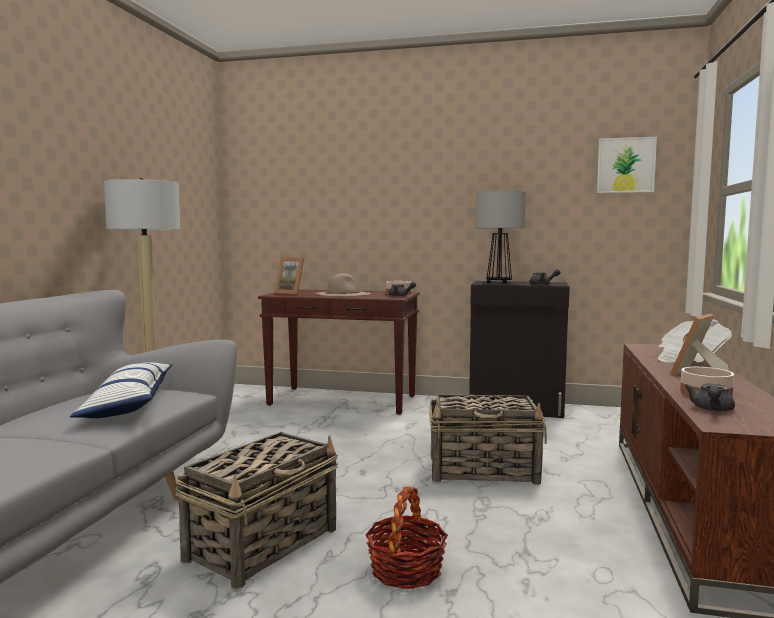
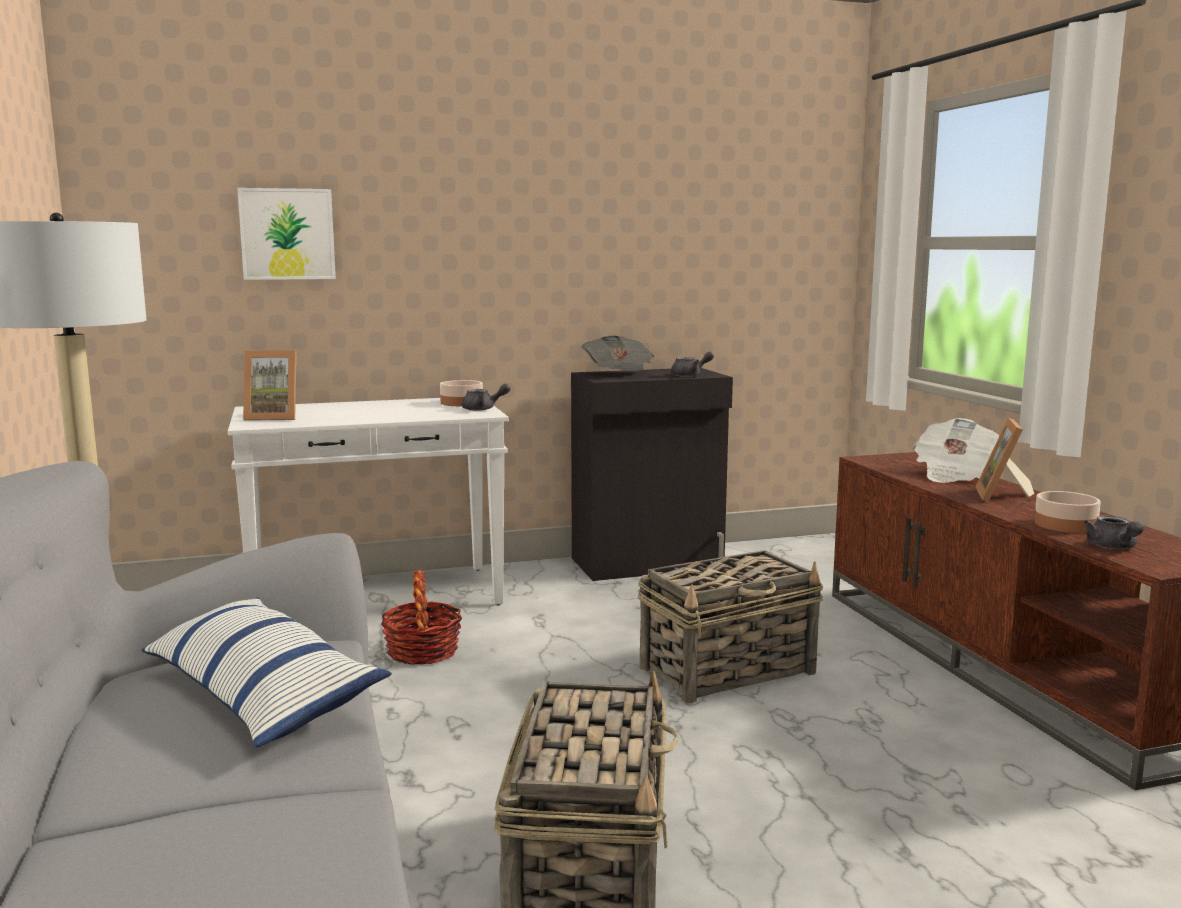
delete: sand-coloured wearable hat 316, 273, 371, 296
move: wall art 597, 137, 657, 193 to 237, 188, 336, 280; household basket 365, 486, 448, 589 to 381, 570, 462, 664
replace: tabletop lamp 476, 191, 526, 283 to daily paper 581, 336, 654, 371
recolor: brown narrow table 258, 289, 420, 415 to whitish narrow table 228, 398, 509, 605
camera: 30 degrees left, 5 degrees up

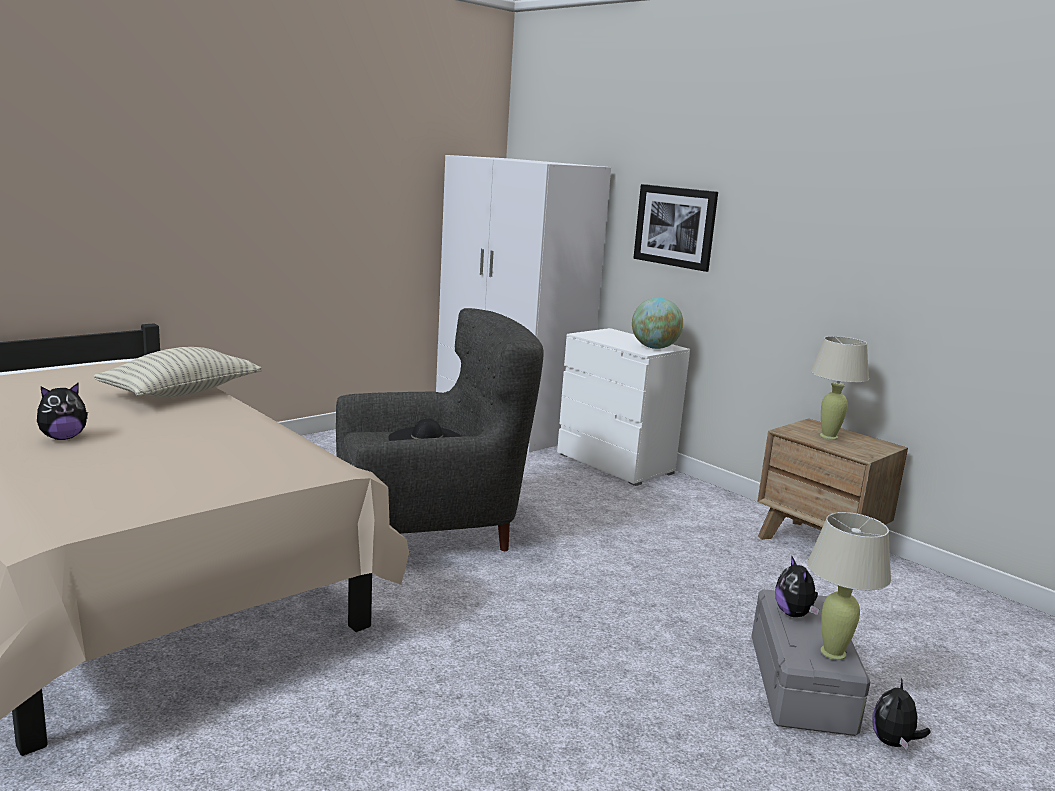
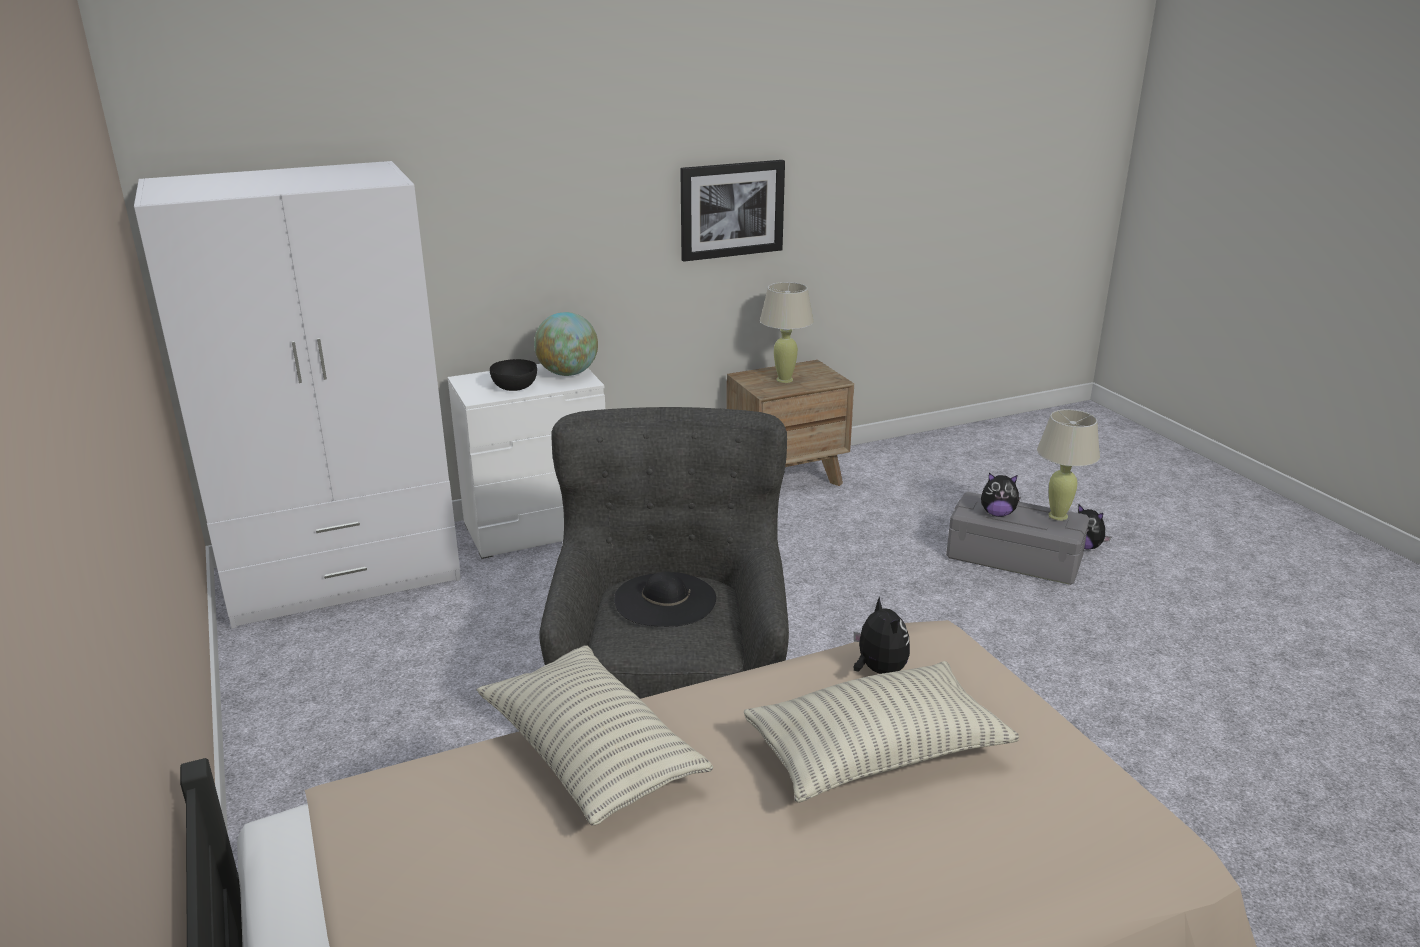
insert: black deep dish 490, 359, 537, 391; throw pillow 744, 661, 1019, 803
move: wall art 633, 184, 718, 272 to 680, 160, 785, 262; plush toy 37, 383, 88, 440 to 854, 596, 910, 674
camera: 70 degrees left, 10 degrees up

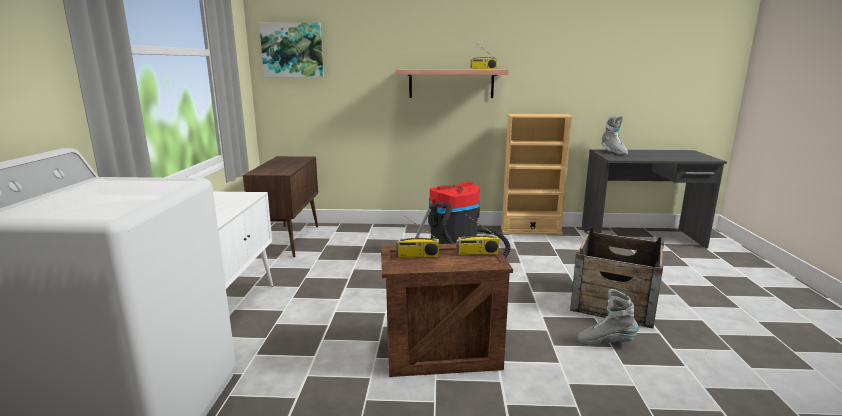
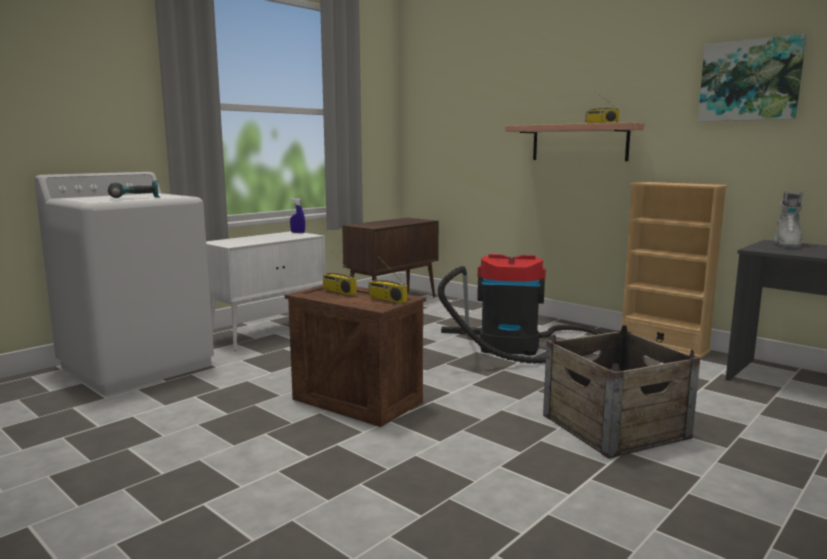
delete: grey high-top boot 577, 289, 639, 345
insert: power drill 108, 180, 160, 198; blue-coloured hand sprayer 290, 198, 305, 233
move: wall art 259, 23, 324, 77 to 698, 34, 806, 122
camera: 40 degrees right, 5 degrees down

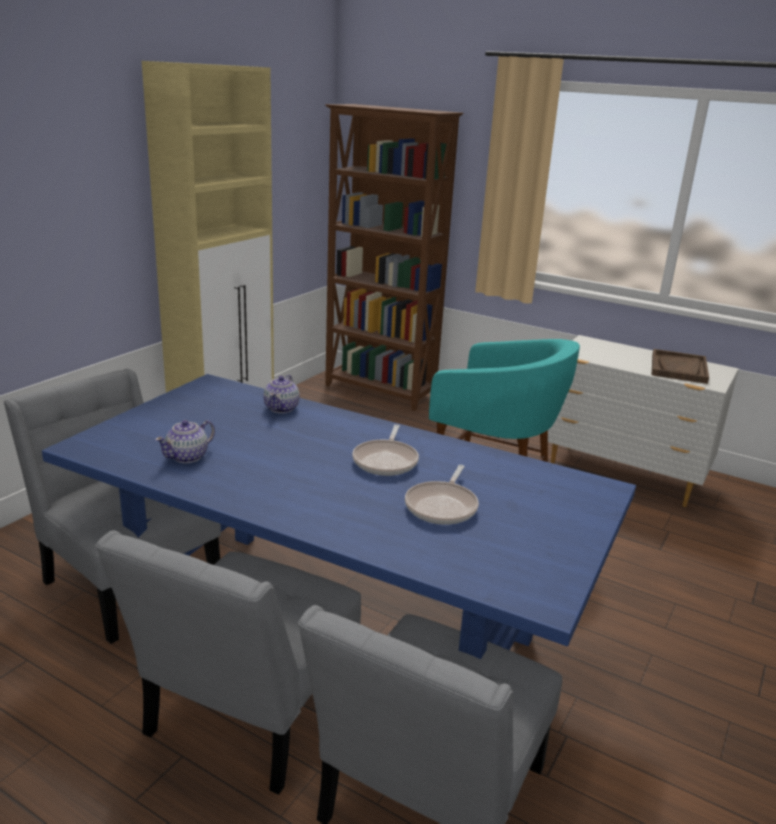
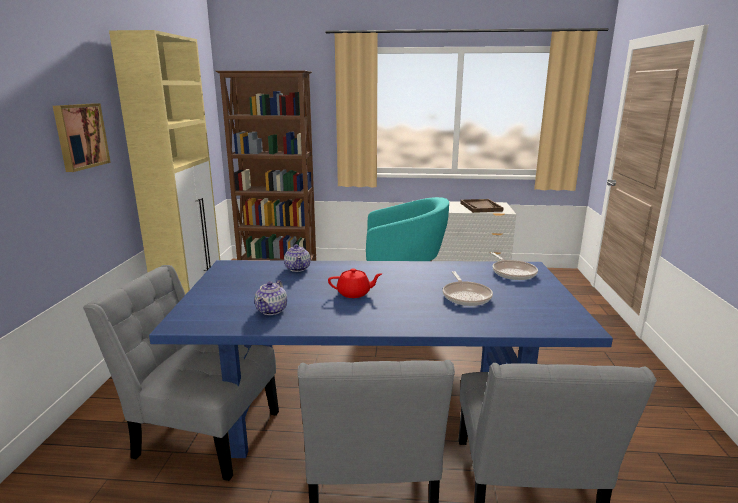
insert: wall art 53, 103, 111, 172; reddish tea pot 328, 268, 382, 298
move: skillet 352, 425, 419, 476 to 490, 252, 538, 280
camera: 25 degrees left, 5 degrees down

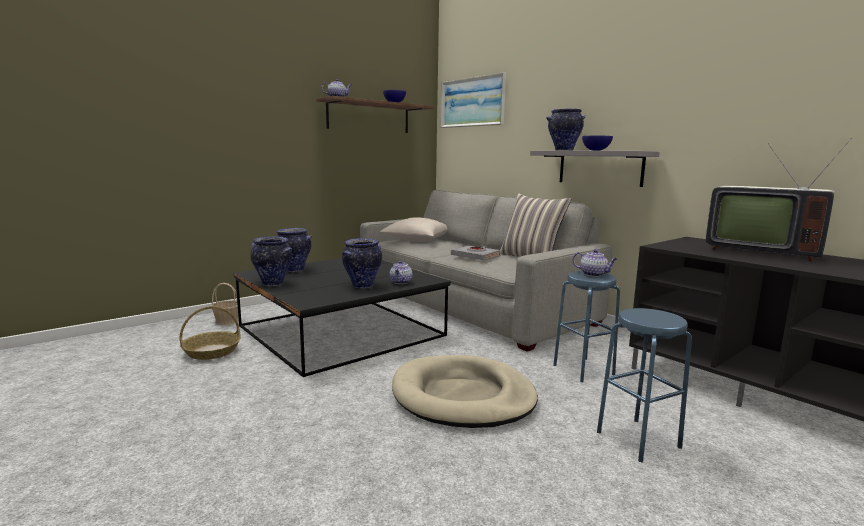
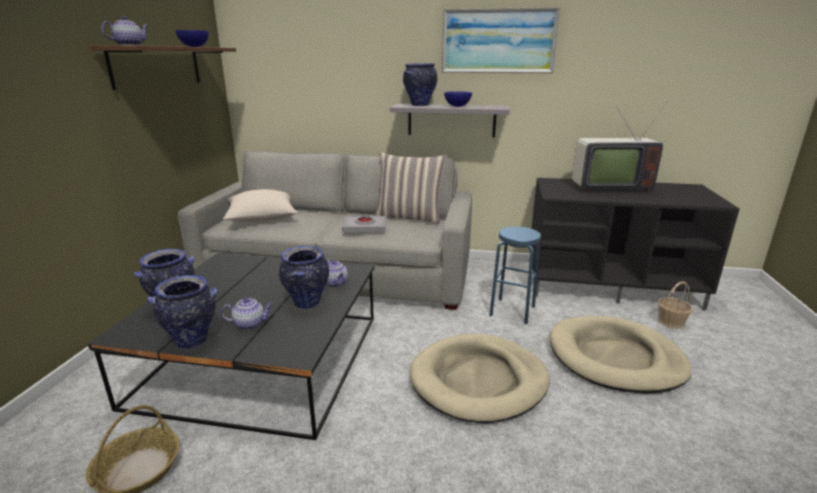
move: tea pot 573, 249, 618, 277 to 221, 298, 273, 330; wall art 440, 72, 506, 128 to 442, 7, 560, 73; household basket 211, 283, 239, 325 to 657, 281, 693, 329
replace: blue-coloured sitting stool 597, 308, 692, 463 to sand-coloured dog cushion 550, 316, 692, 394
camera: 40 degrees left, 10 degrees up

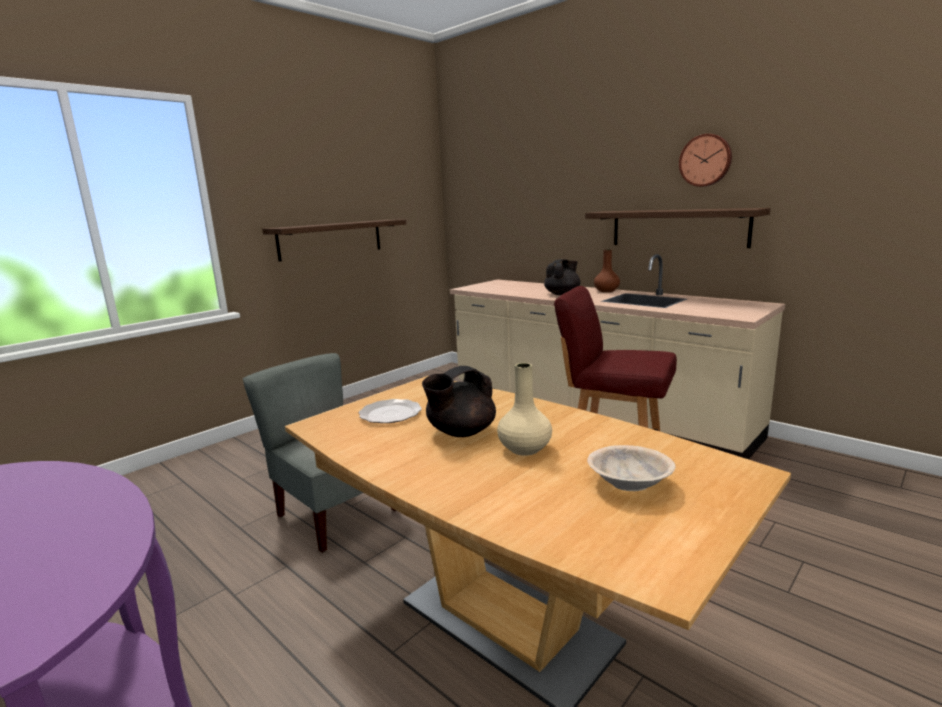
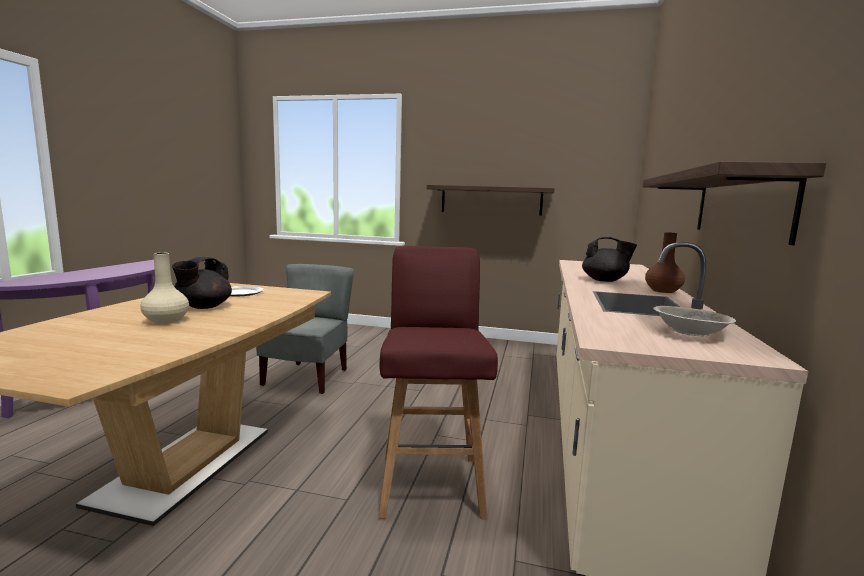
delete: wall clock 679, 134, 732, 187
move: sand-coloured deep dish 587, 445, 676, 491 to 653, 306, 736, 337
rotate: black tea pot 422, 366, 496, 437 = 172, 257, 232, 309 90 degrees counterclockwise
camera: 60 degrees right, 5 degrees down

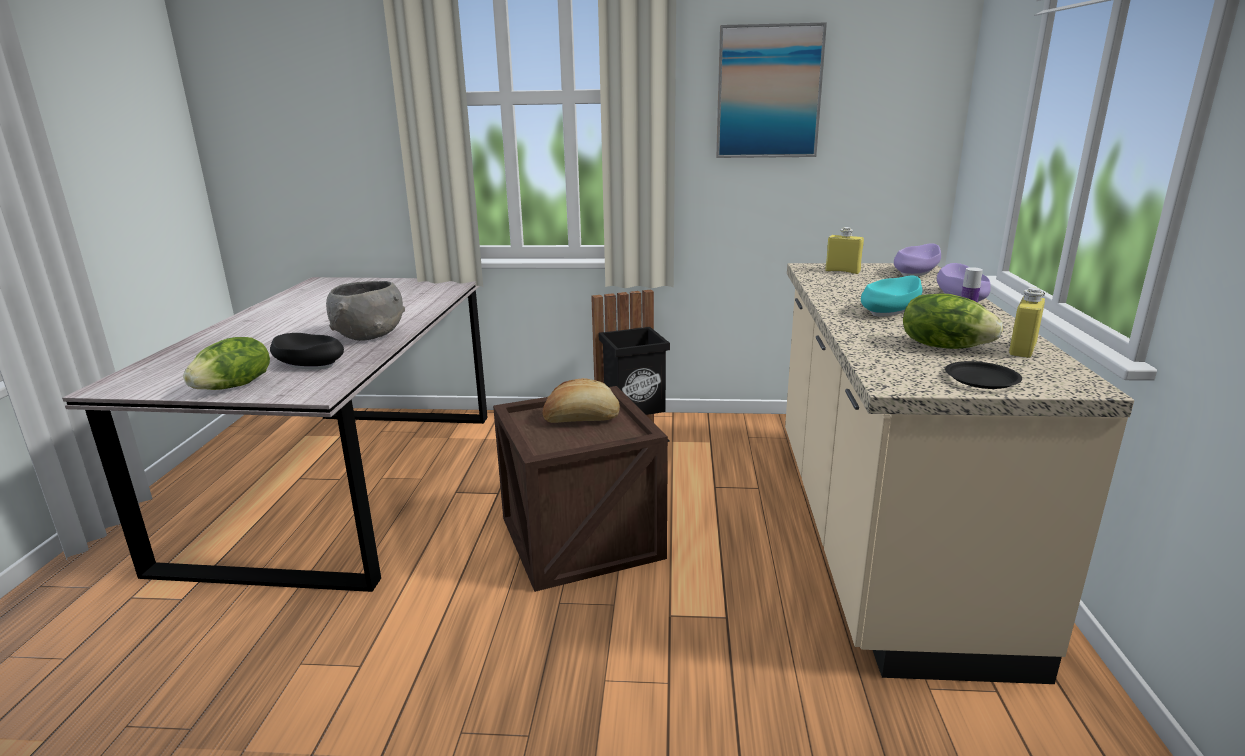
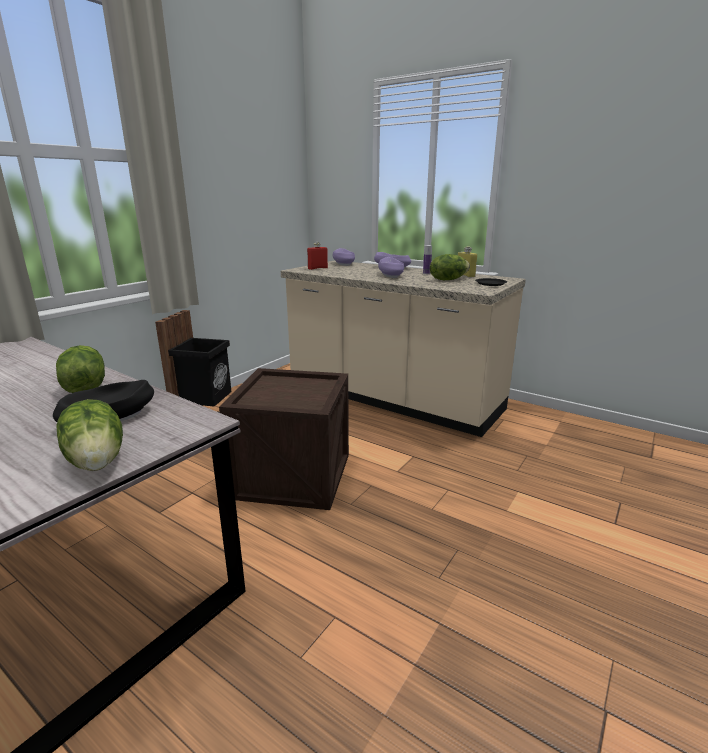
delete: bakery bread 543, 378, 620, 423; wall art 716, 22, 827, 158
replace: grey deep dish 326, 281, 405, 341 to lettuce 56, 345, 105, 393
recolor: yellowish drink bottle 825, 227, 864, 274 to reddish drink bottle 307, 242, 328, 270; turquoise deep dish 861, 276, 922, 316 to purple-coloured deep dish 378, 257, 404, 278
camera: 60 degrees left, 0 degrees up

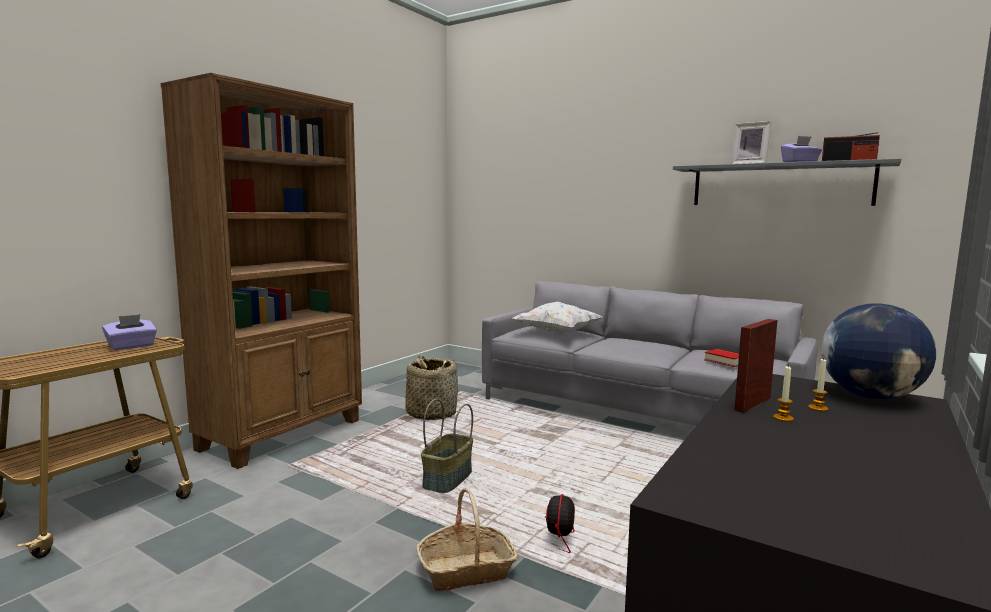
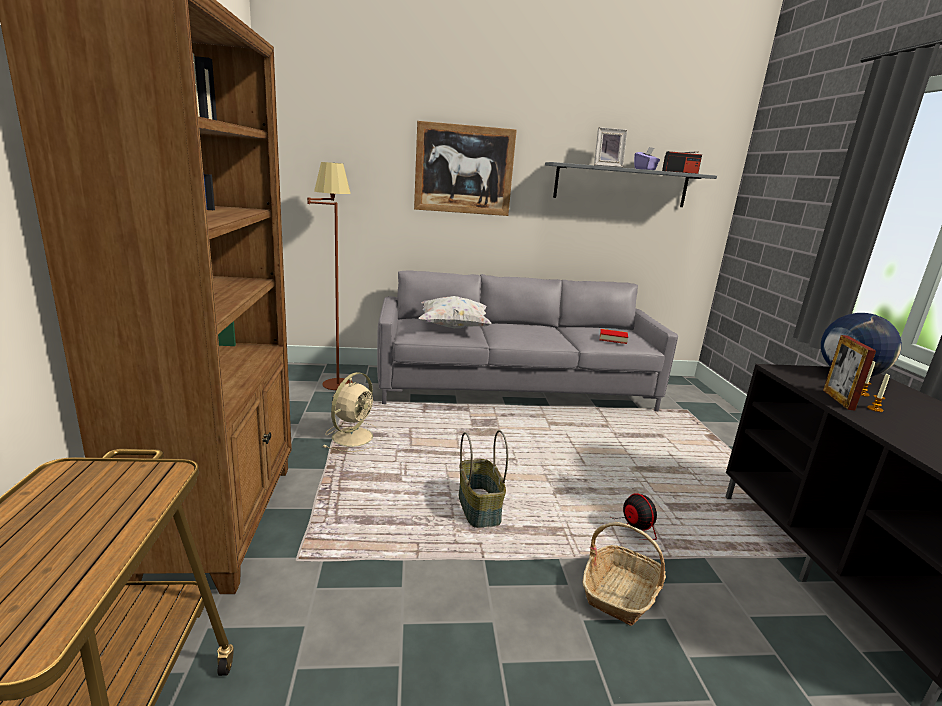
delete: purple-coloured box of tissues 102, 314, 157, 350
insert: brown floor lamp 307, 162, 353, 390; wall art 414, 121, 517, 216
replace: household basket 405, 354, 458, 420 to sand-coloured fan 323, 372, 376, 452
camera: 40 degrees left, 10 degrees up

